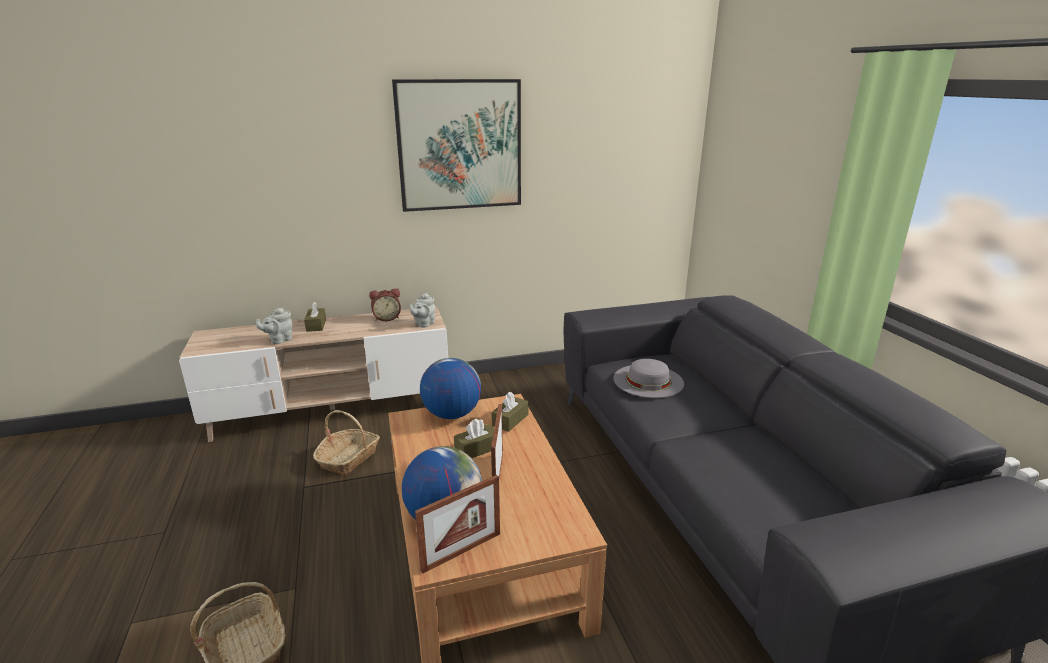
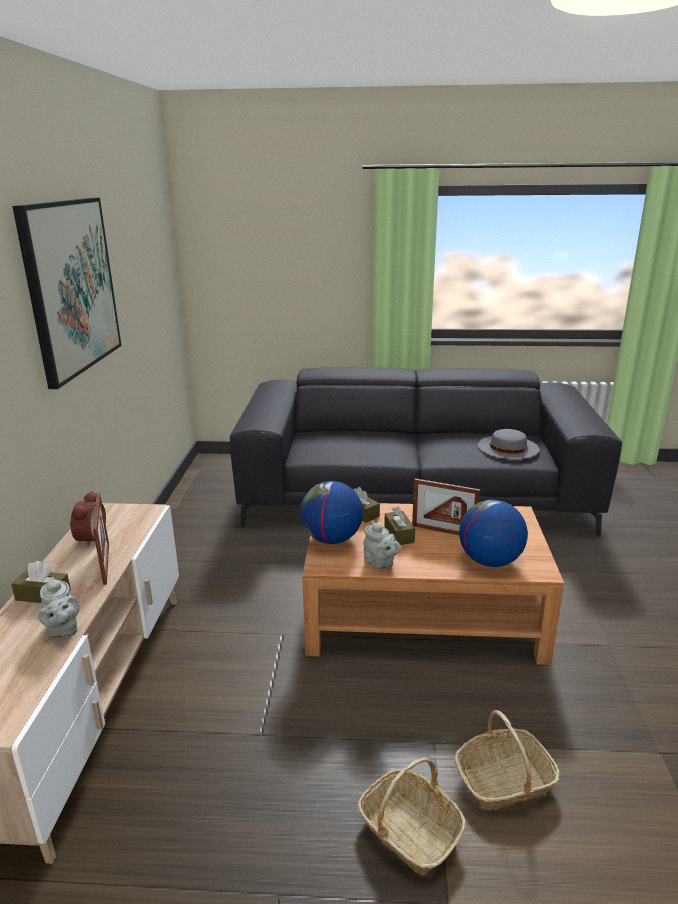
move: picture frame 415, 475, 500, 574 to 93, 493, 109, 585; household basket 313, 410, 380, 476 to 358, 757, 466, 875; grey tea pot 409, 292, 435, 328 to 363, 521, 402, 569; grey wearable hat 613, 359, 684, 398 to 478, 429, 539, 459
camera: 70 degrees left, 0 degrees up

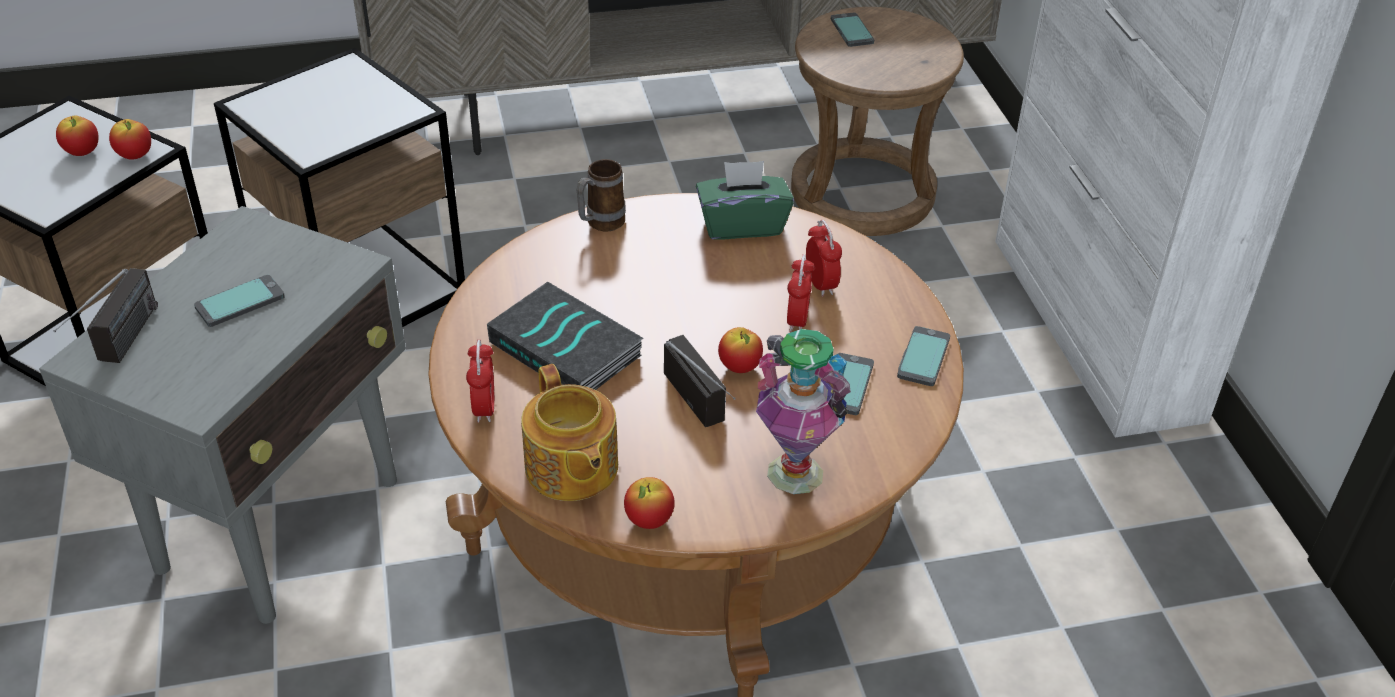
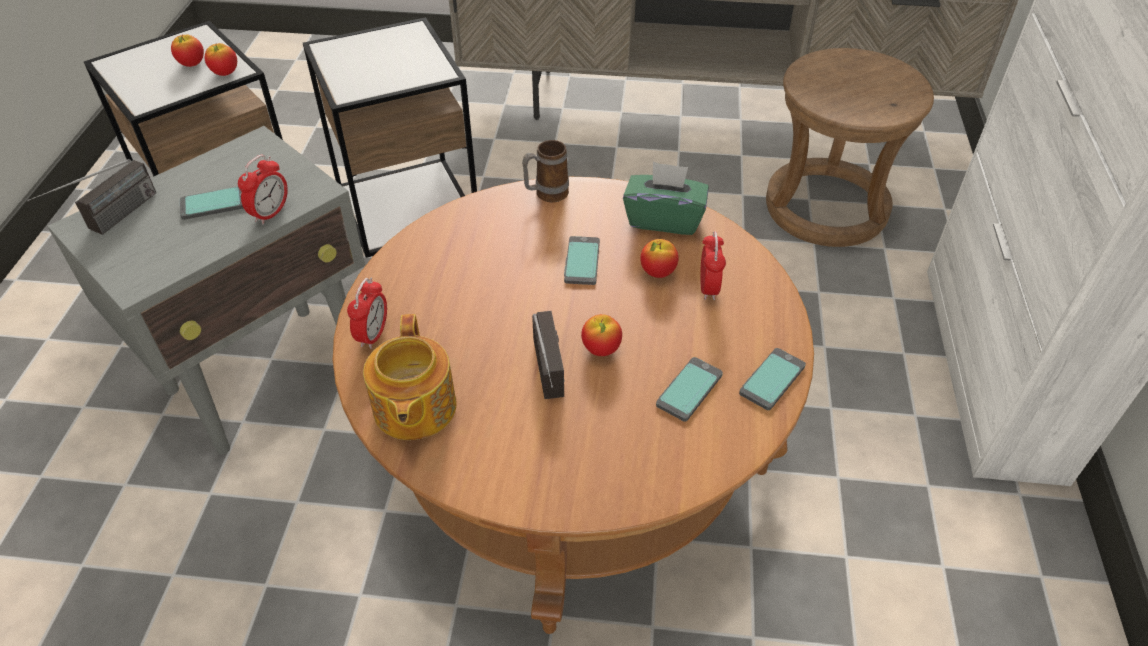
delete: volume 487, 282, 644, 390; decorative vase 756, 329, 851, 494
move: bedside clock 787, 254, 815, 332 to 238, 155, 288, 225; phone 831, 13, 874, 47 to 564, 236, 600, 285; apple fruit 624, 477, 675, 529 to 640, 239, 679, 278
camera: 20 degrees right, 5 degrees up

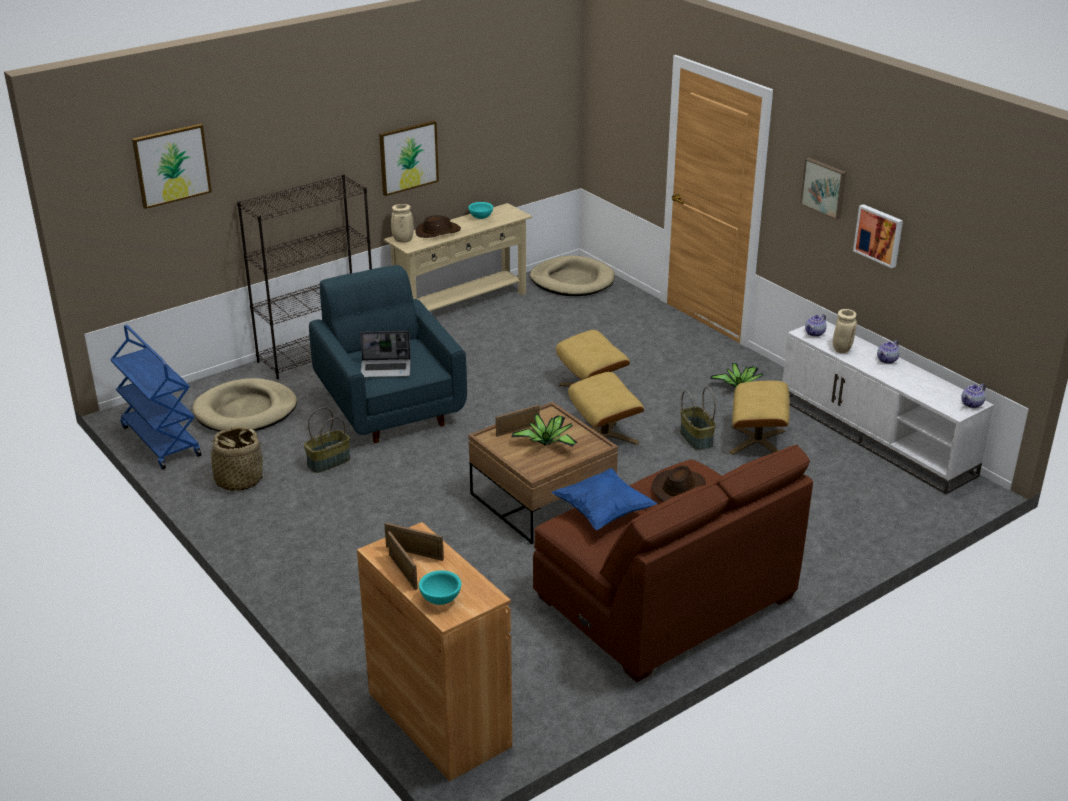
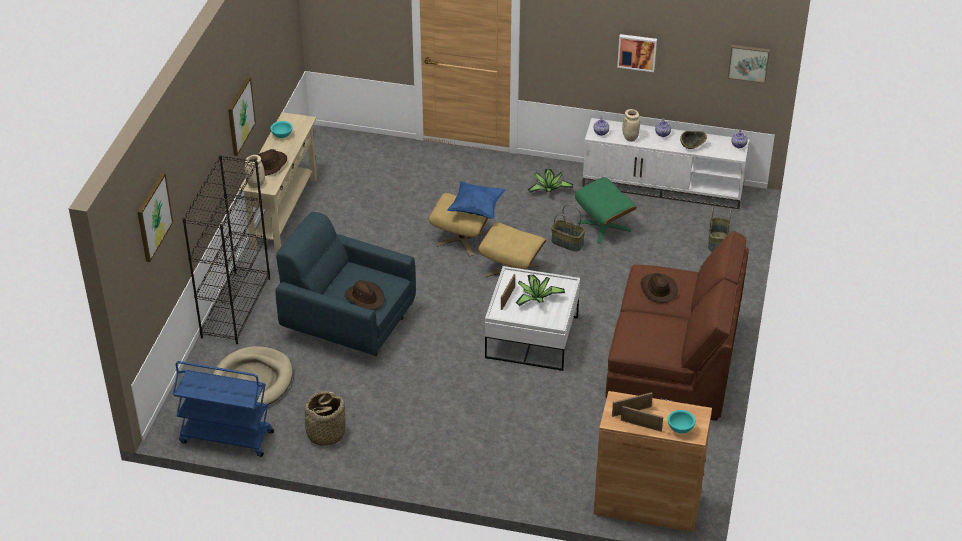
delete: sand-coloured dog cushion 530, 256, 615, 296
insert: deep dish 680, 131, 707, 149
move: blue-coloured throw pillow 552, 468, 657, 530 to 447, 181, 506, 219; household basket 304, 407, 351, 473 to 708, 205, 732, 252; wall art 800, 158, 846, 220 to 728, 45, 770, 83
replace: portable computer 360, 331, 411, 378 to brown wearable hat 345, 280, 385, 310
recolor: brown coffee table 468, 402, 618, 544 to whitish coffee table 485, 266, 580, 371; sand-coloured ottoman 729, 381, 789, 455 to green ottoman 575, 177, 637, 244
camera: 40 degrees left, 10 degrees up

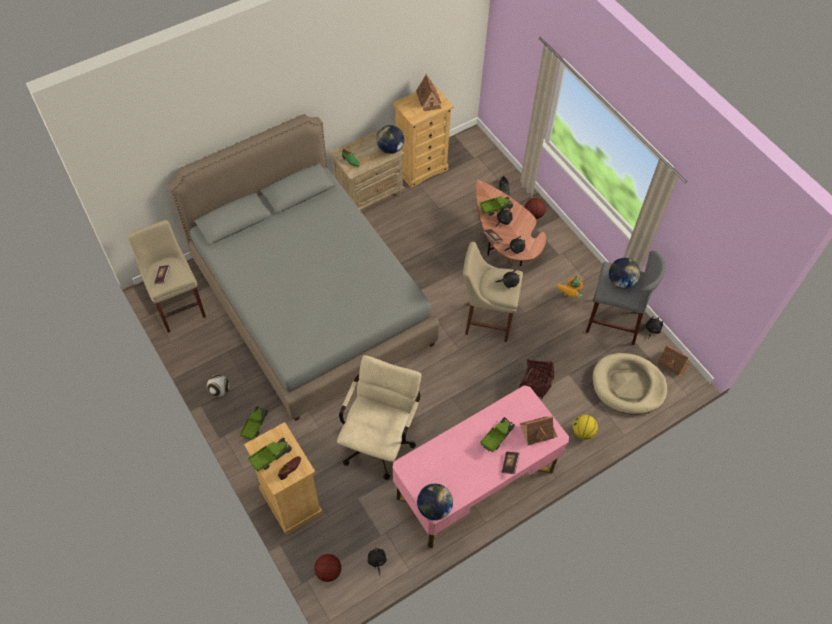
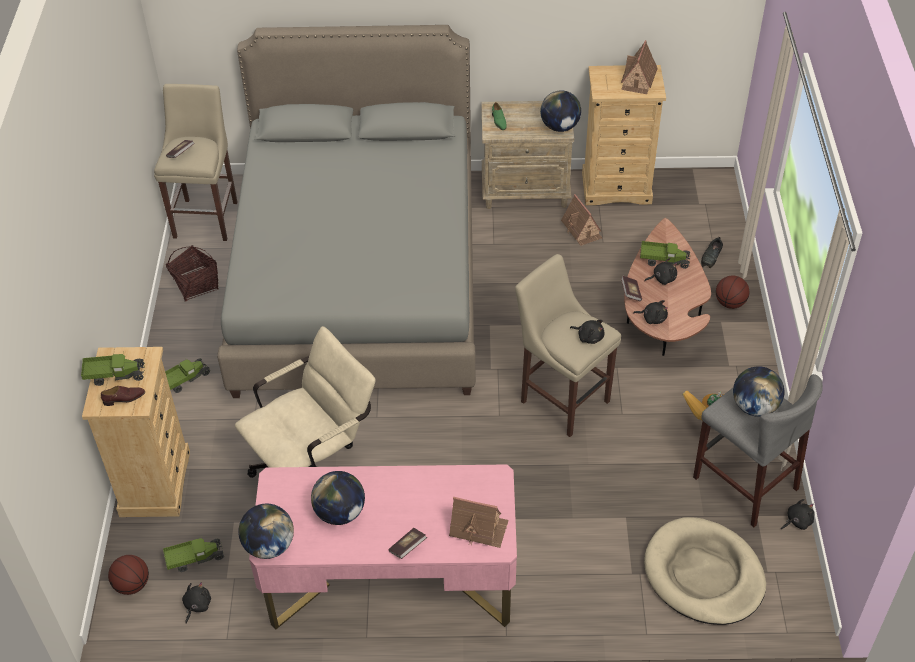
delete: football 207, 374, 230, 397; basketball ball 573, 415, 598, 440
insert: world globe 311, 471, 365, 525
move: model truck 480, 417, 515, 453 to 163, 538, 224, 572; household basket 519, 359, 554, 398 to 166, 245, 218, 302; miniature house 657, 345, 690, 378 to 561, 194, 602, 246
camera: 35 degrees right, 10 degrees down

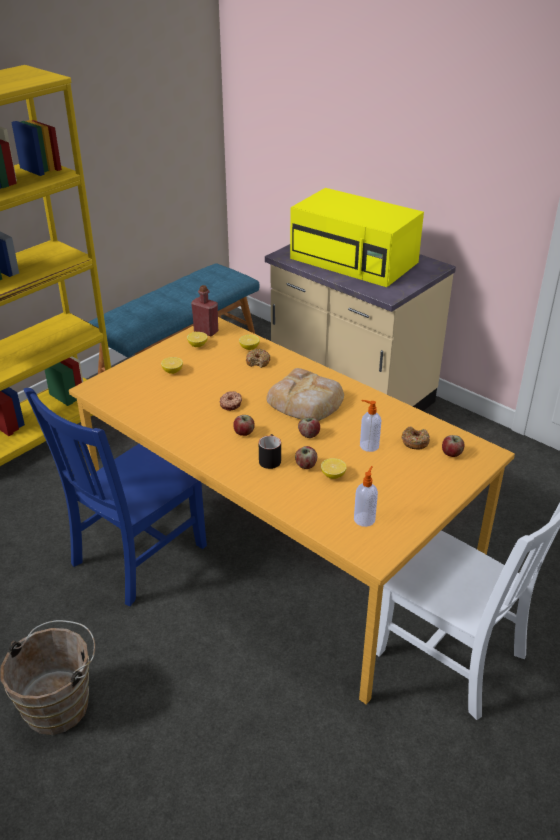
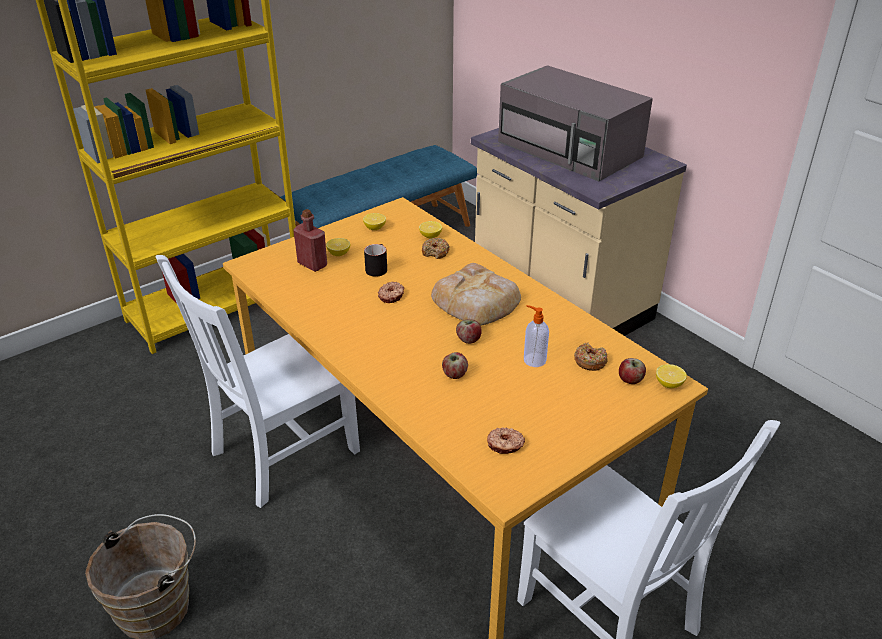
delete: apple fruit 233, 415, 255, 436
move: reddish drink bottle 191, 285, 218, 336 to 293, 209, 327, 272; black coffee mug 259, 434, 281, 469 to 364, 244, 387, 277; citrus fruit 321, 458, 347, 479 to 656, 364, 687, 388
replace: liquid soap bottle 354, 466, 378, 527 to ring doughnut 487, 427, 525, 454
recolor: blue-coloured upright chair 23, 388, 207, 606 to whitish upright chair 156, 255, 360, 508; yellowish microwave 290, 188, 424, 287 to grey microwave 498, 65, 653, 181
camera: 10 degrees right, 0 degrees up

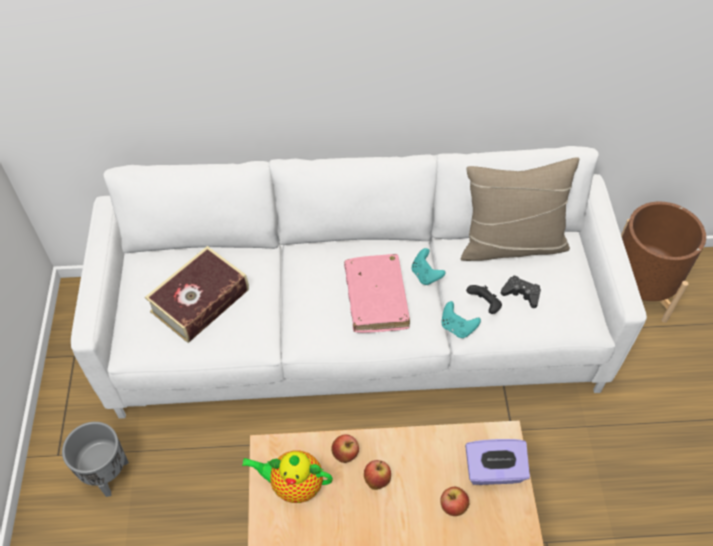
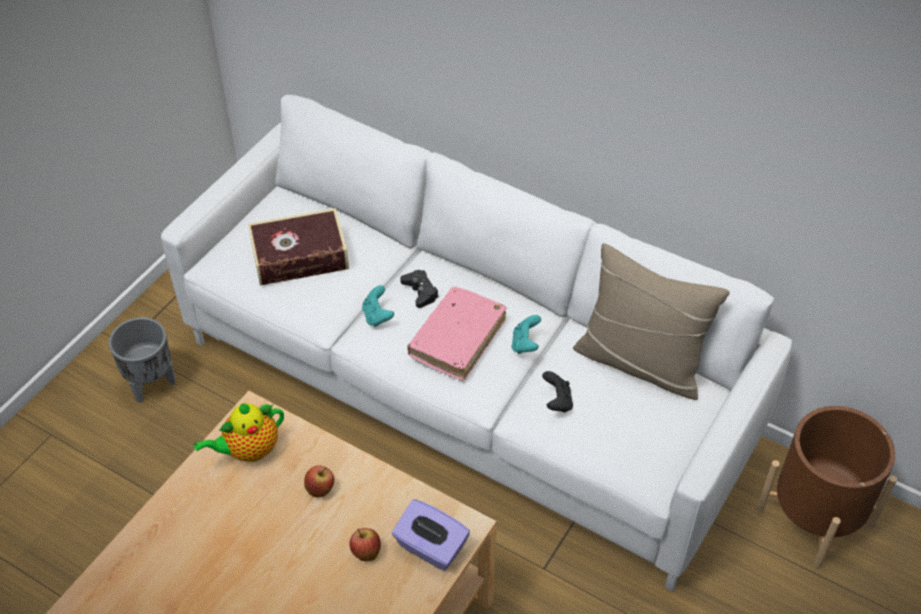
delete: apple fruit 331, 434, 359, 463
move: turquoise joypad 441, 301, 481, 338 to 362, 285, 394, 327; black joypad 501, 275, 541, 308 to 400, 270, 439, 308
rotate: tea pot 242, 451, 333, 503 = 194, 403, 284, 462 75 degrees counterclockwise
camera: 35 degrees right, 5 degrees down

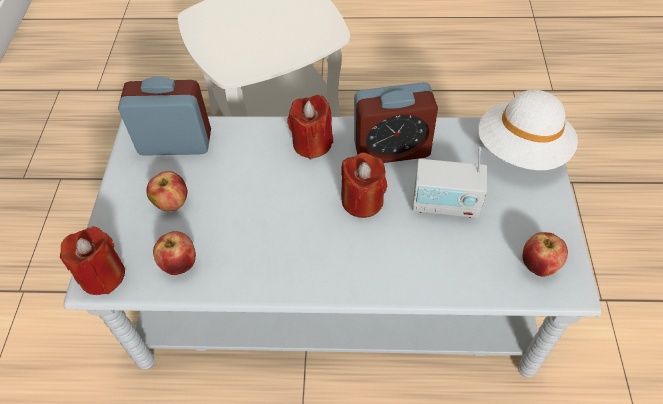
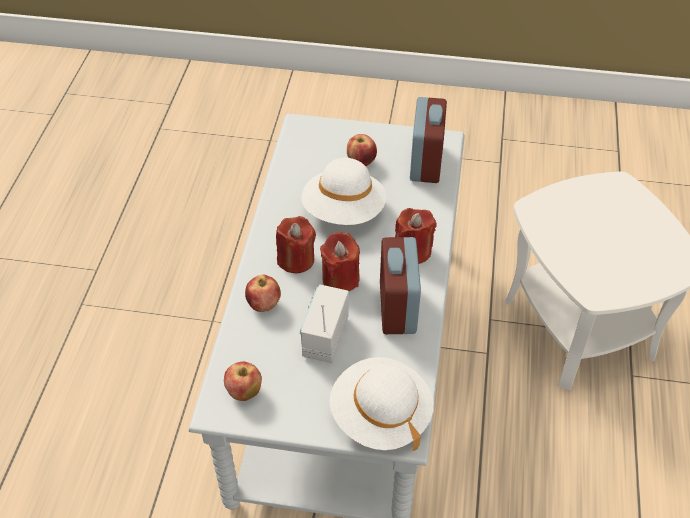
insert: whitish wearable hat 301, 158, 386, 225
move: apple fruit 153, 231, 196, 275 to 245, 275, 281, 312; reddish wax candle 60, 226, 125, 295 to 276, 216, 316, 273
camera: 95 degrees right, 5 degrees down

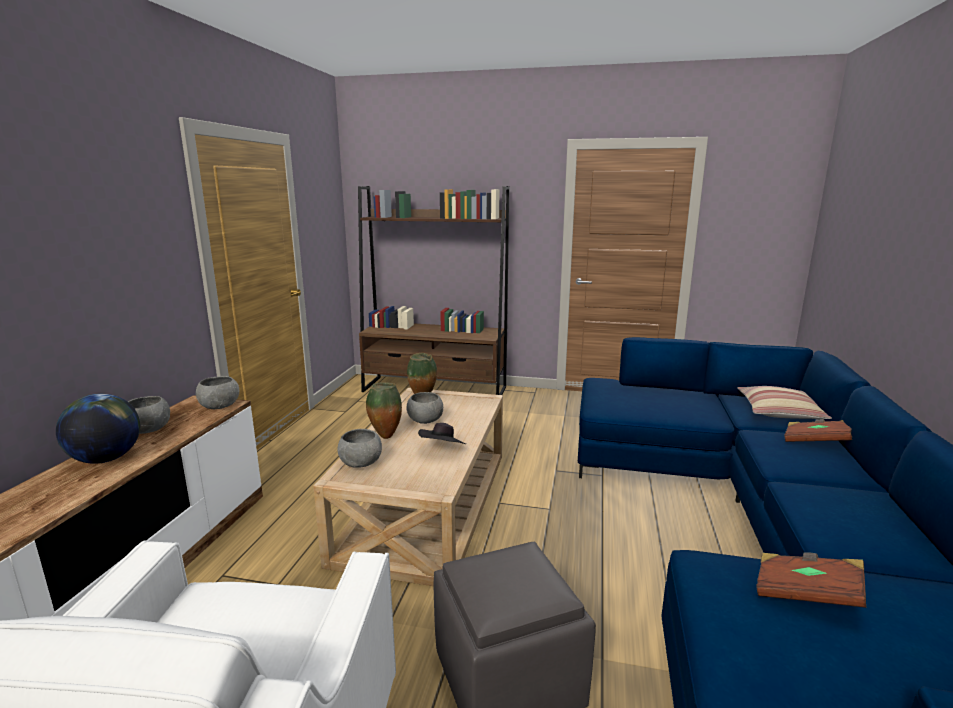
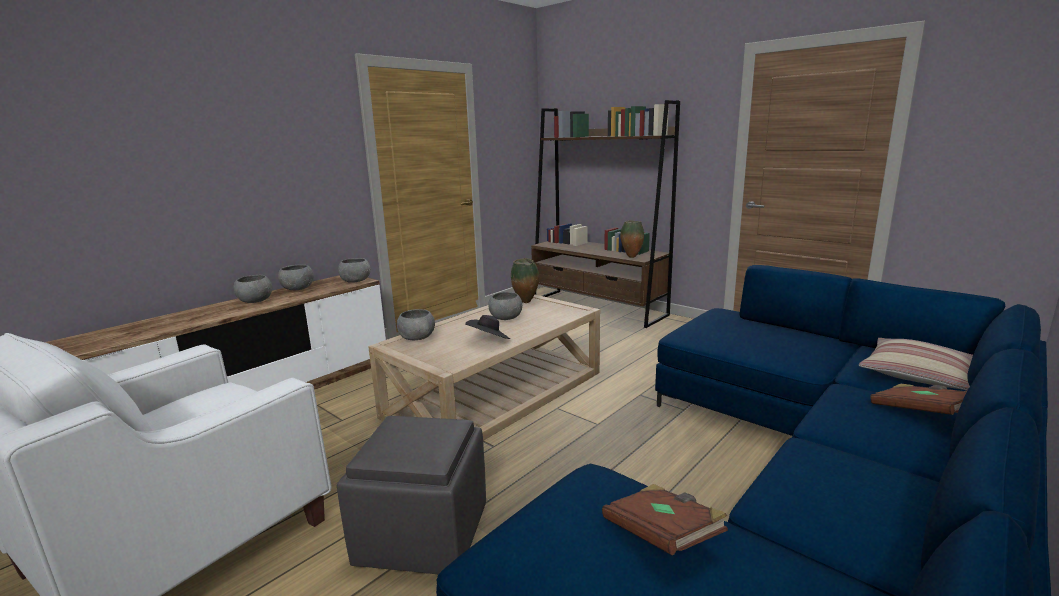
move: decorative vase 366, 382, 402, 439 to 620, 220, 644, 258
replace: world globe 56, 394, 140, 464 to grey deep dish 233, 275, 272, 303
camera: 30 degrees right, 0 degrees up

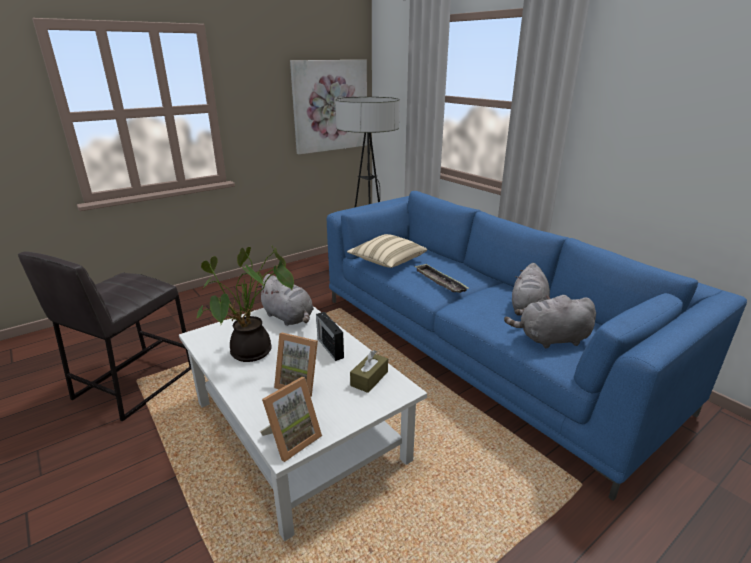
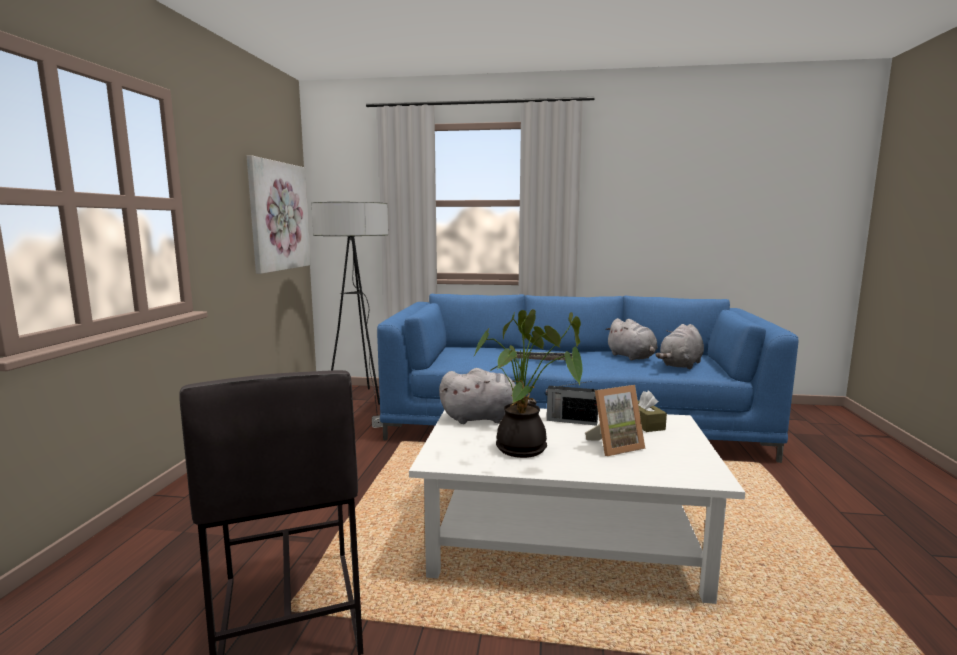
delete: picture frame 260, 377, 322, 462; sand-coloured throw pillow 347, 234, 427, 268
camera: 45 degrees left, 15 degrees down

